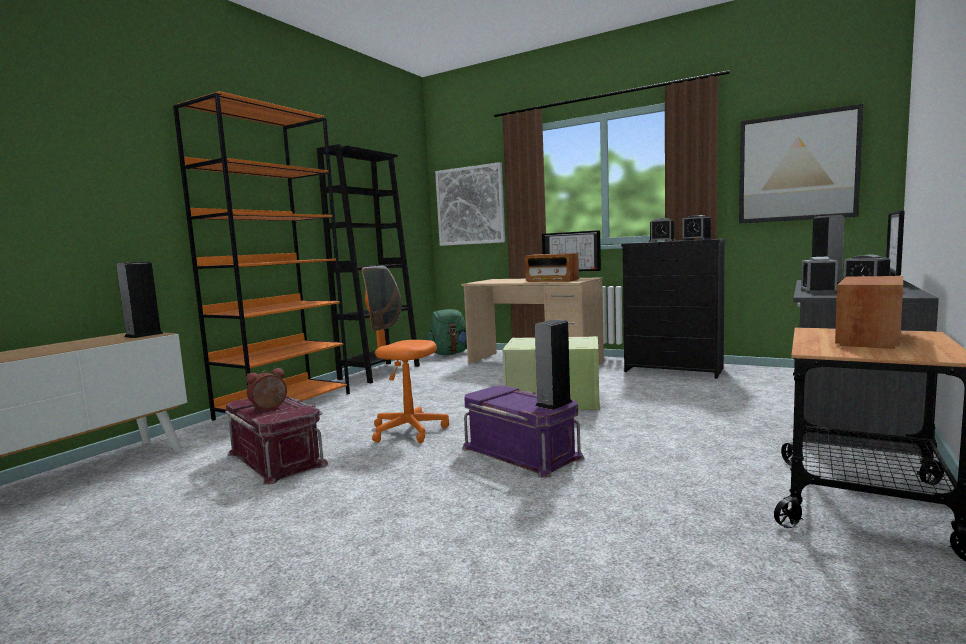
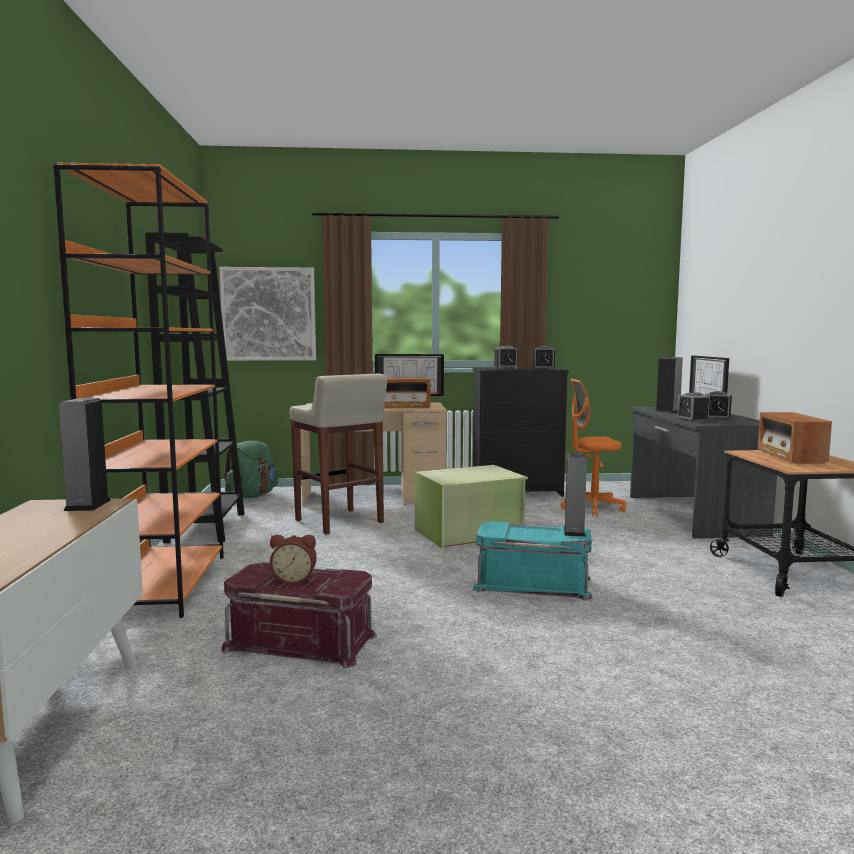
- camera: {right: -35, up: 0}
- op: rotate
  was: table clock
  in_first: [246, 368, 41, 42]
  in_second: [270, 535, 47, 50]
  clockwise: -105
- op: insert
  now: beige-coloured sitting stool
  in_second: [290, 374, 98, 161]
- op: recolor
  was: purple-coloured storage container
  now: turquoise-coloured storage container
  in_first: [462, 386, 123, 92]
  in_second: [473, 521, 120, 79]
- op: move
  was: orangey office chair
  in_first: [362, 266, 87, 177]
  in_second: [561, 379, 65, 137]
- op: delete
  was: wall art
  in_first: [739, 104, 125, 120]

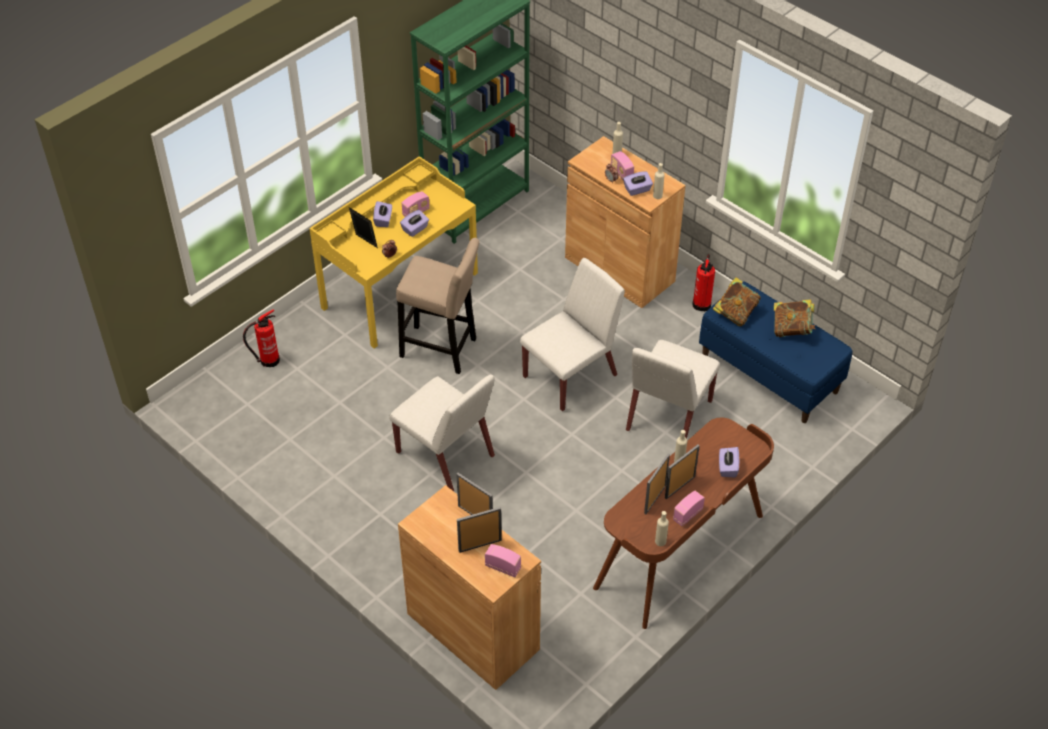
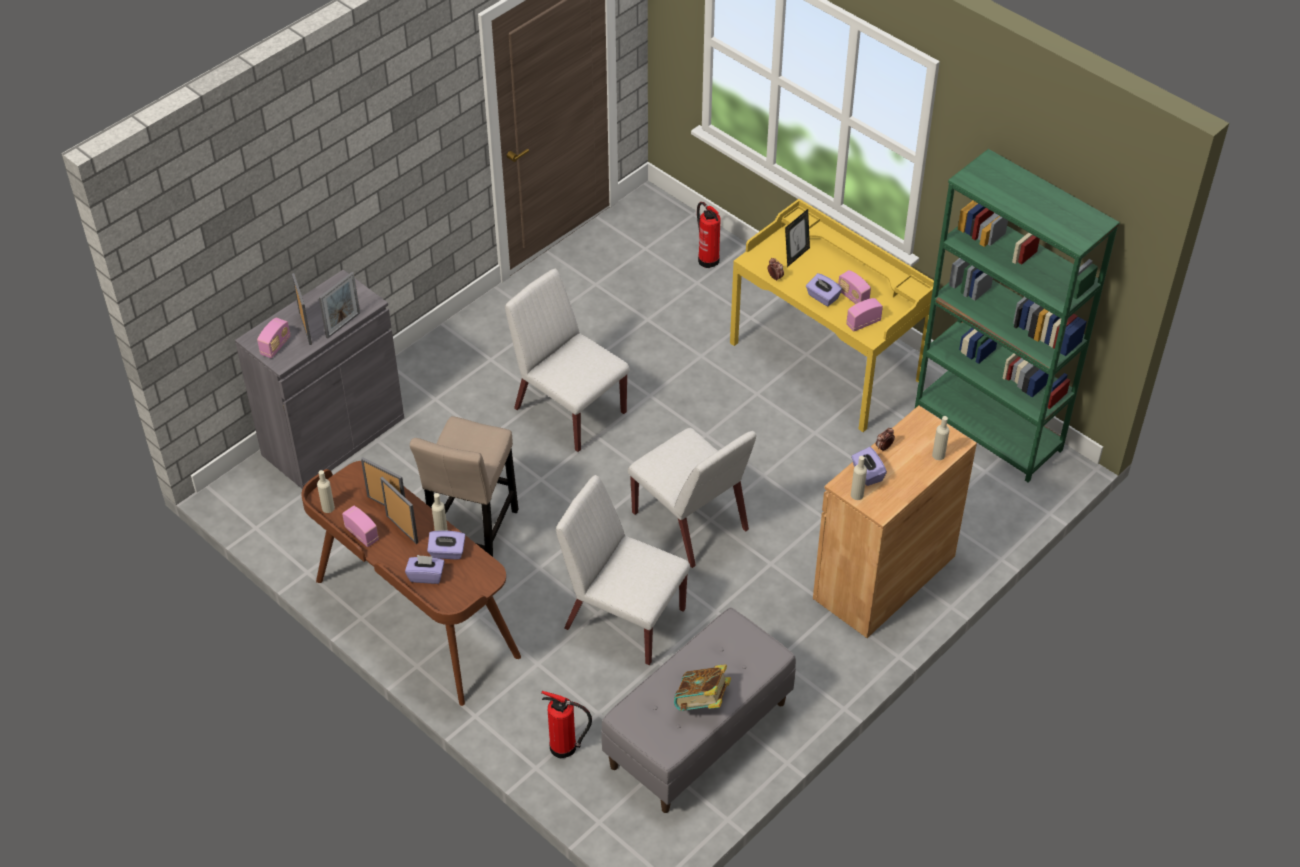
- camera: {right: 90, up: 0}
- op: recolor
  was: brown storage cabinet
  now: greyish storage cabinet
  in_first: [398, 485, 143, 205]
  in_second: [235, 270, 169, 219]
- op: move
  was: beige-coloured sitting stool
  in_first: [396, 238, 84, 136]
  in_second: [410, 416, 109, 141]
- op: move
  was: purple-coloured box of tissues
  in_first: [373, 201, 19, 26]
  in_second: [427, 531, 38, 28]
- op: rotate
  was: white-coloured plain chair
  in_first: [389, 374, 106, 117]
  in_second: [505, 268, 125, 184]
  clockwise: 90
- op: move
  was: fire extinguisher
  in_first: [693, 254, 22, 57]
  in_second: [542, 691, 50, 68]
- op: recolor
  was: blue bench
  now: greyish bench
  in_first: [699, 281, 153, 142]
  in_second: [601, 607, 195, 206]
- op: move
  was: radio receiver
  in_first: [611, 151, 23, 29]
  in_second: [846, 298, 37, 34]
- op: delete
  was: bound book
  in_first: [713, 277, 48, 49]

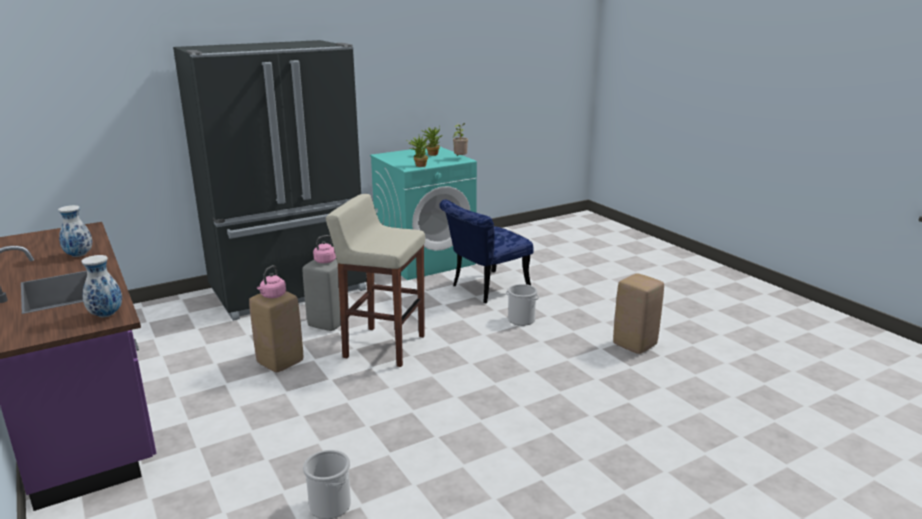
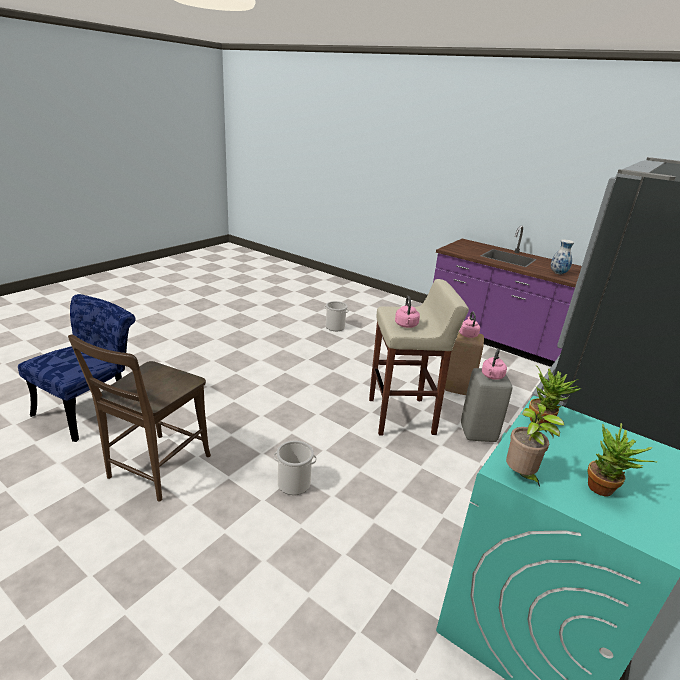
- camera: {right: 155, up: 5}
- op: move
  was: blue plain chair
  in_first: [439, 200, 94, 103]
  in_second: [18, 294, 118, 148]
- op: replace
  was: beige-coloured sitting stool
  now: brown plain chair
  in_first: [613, 273, 51, 81]
  in_second: [68, 334, 143, 168]
- op: insert
  now: pink water kettle
  in_second: [395, 296, 25, 32]
- op: delete
  was: flower vase
  in_first: [81, 255, 41, 62]

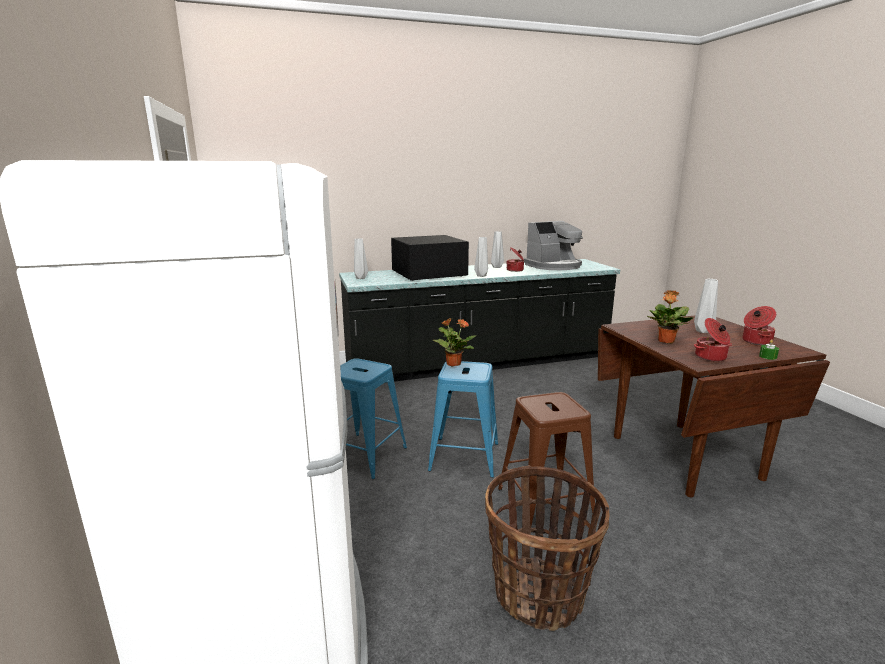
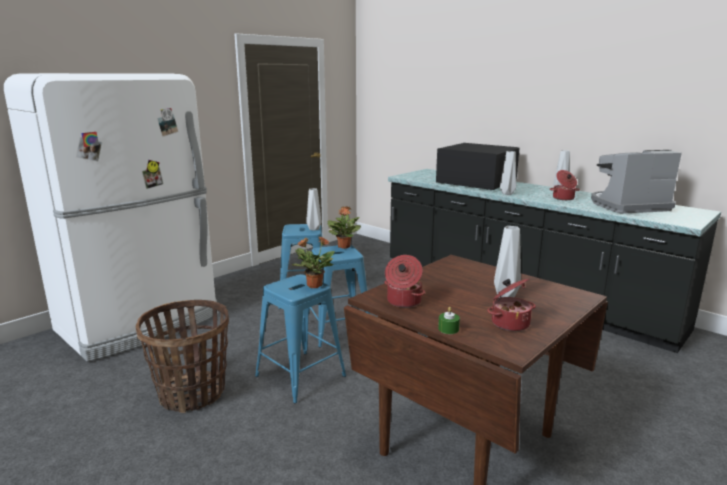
- camera: {right: 60, up: 0}
- op: recolor
  was: brown sitting stool
  now: blue sitting stool
  in_first: [498, 392, 97, 134]
  in_second: [255, 274, 91, 129]
- op: move
  was: plant in a pot
  in_first: [647, 290, 46, 53]
  in_second: [292, 236, 43, 52]
- op: move
  was: greyish flower vase
  in_first: [354, 238, 14, 41]
  in_second: [306, 188, 16, 43]
- op: rotate
  was: coffee machine
  in_first: [524, 221, 59, 49]
  in_second: [591, 150, 91, 64]
  clockwise: 135

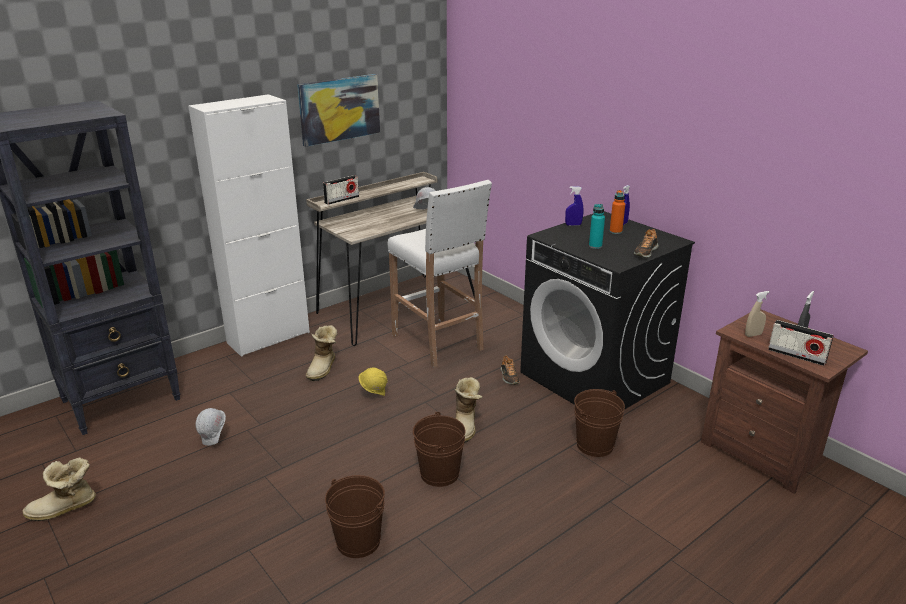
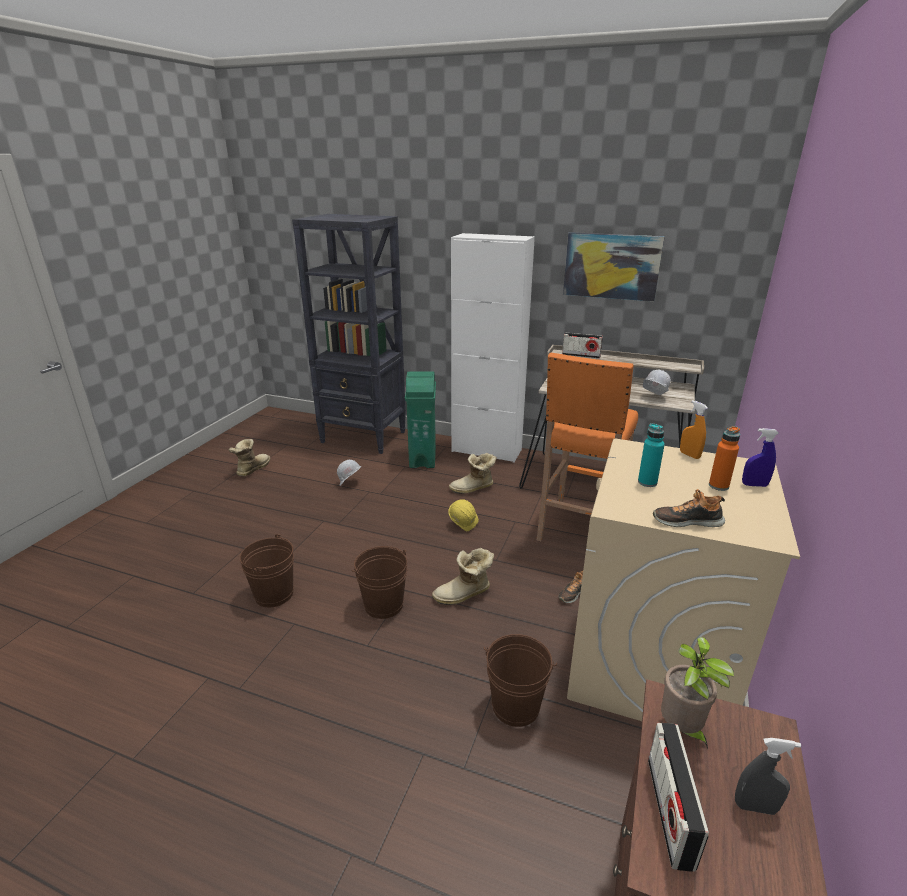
- camera: {right: 60, up: 0}
- op: rotate
  was: boot
  in_first: [23, 457, 73, 64]
  in_second: [229, 439, 41, 37]
  clockwise: 75
- op: insert
  now: greenish trash can
  in_second: [405, 372, 31, 96]
- op: recolor
  was: white-coloured sitting stool
  now: orangey sitting stool
  in_first: [388, 180, 104, 187]
  in_second: [537, 352, 101, 189]
- op: recolor
  was: black-coloured laundry appliance
  now: beige-coloured laundry appliance
  in_first: [520, 211, 175, 199]
  in_second: [567, 438, 233, 283]
- op: replace
  was: beige-coloured hand sprayer
  now: plant in a pot
  in_first: [745, 291, 25, 46]
  in_second: [661, 637, 73, 112]
- op: recolor
  was: blue hand sprayer
  now: orangey hand sprayer
  in_first: [565, 186, 18, 40]
  in_second: [680, 400, 28, 59]

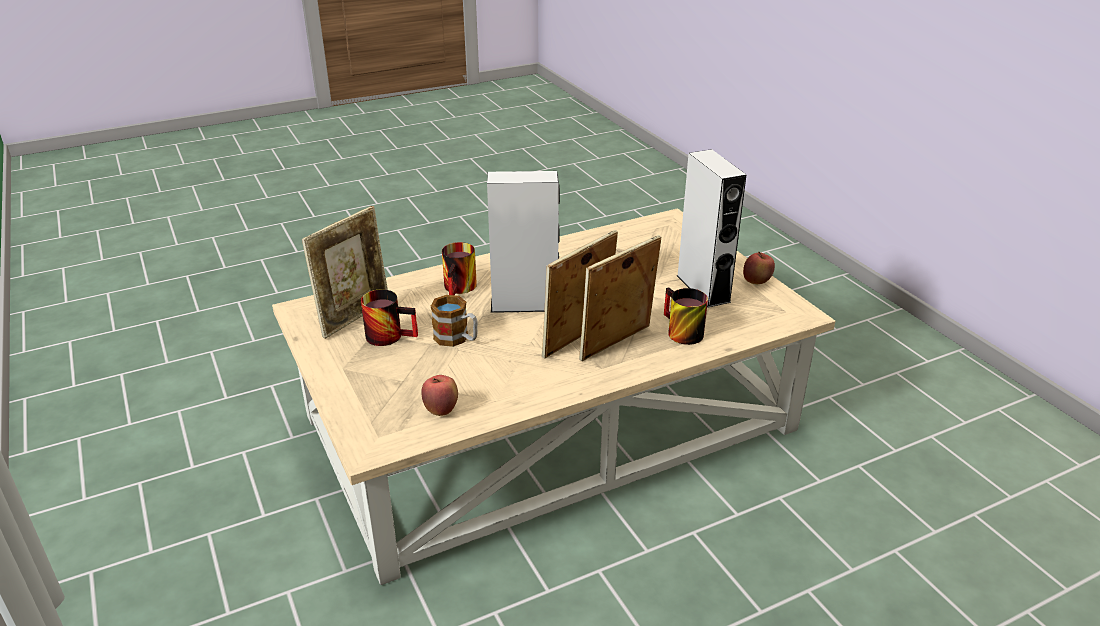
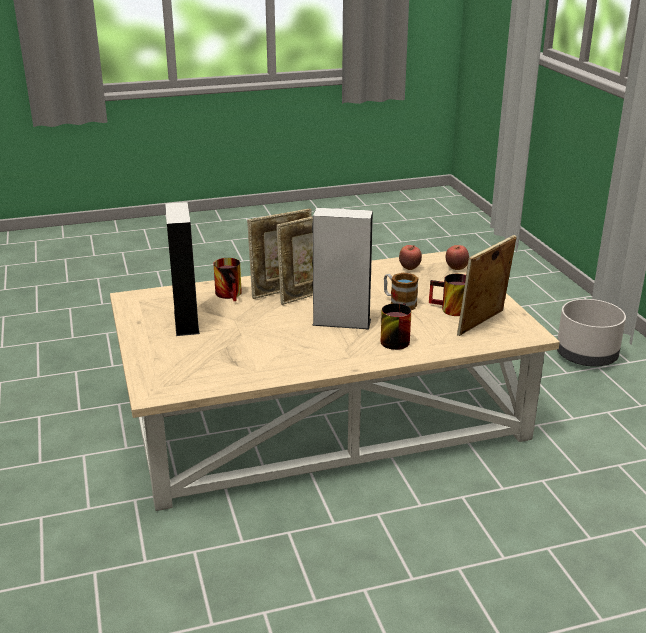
- camera: {right: -170, up: -5}
- op: move
  was: apple fruit
  in_first: [743, 252, 32, 32]
  in_second: [446, 245, 23, 25]
- op: insert
  now: greyish flower pot
  in_second: [557, 299, 69, 68]

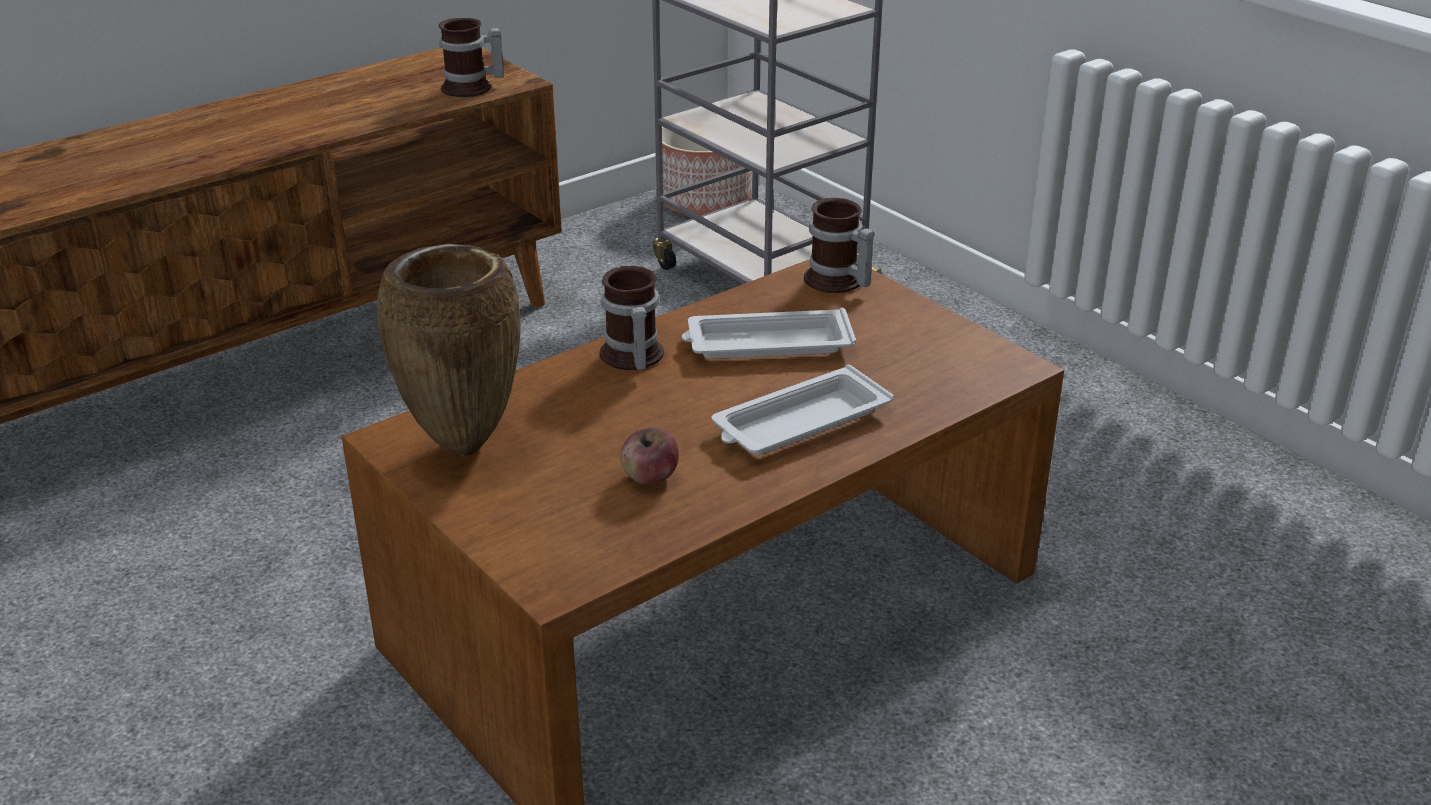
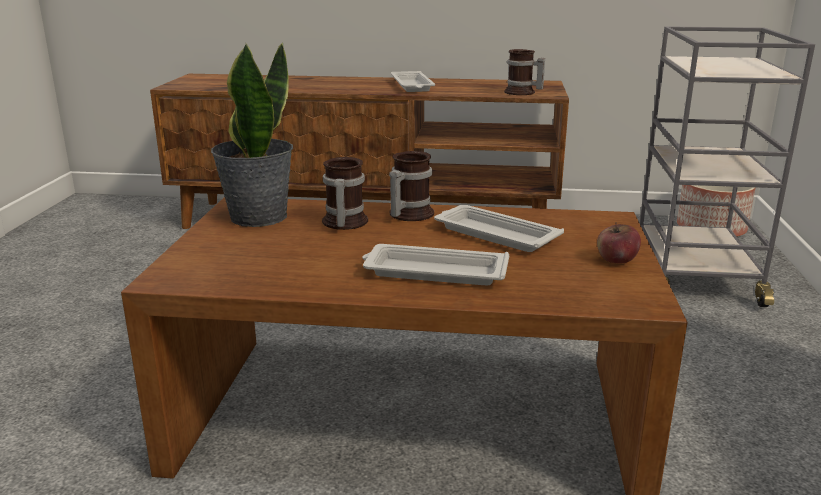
- camera: {right: 45, up: -10}
- op: replace
  was: brown flower vase
  now: plant in a pot
  in_first: [377, 244, 144, 213]
  in_second: [211, 42, 82, 185]
- op: move
  was: coffee mug
  in_first: [804, 198, 71, 95]
  in_second: [322, 157, 46, 73]
- op: insert
  now: white-coloured carrying tray
  in_second: [391, 71, 44, 21]
- op: move
  was: apple fruit
  in_first: [620, 427, 59, 57]
  in_second: [597, 223, 44, 40]

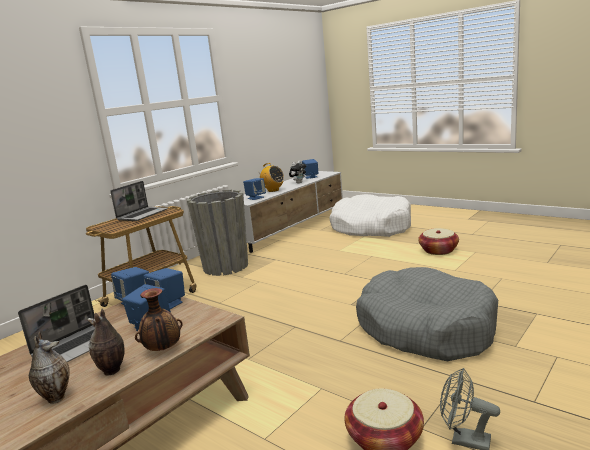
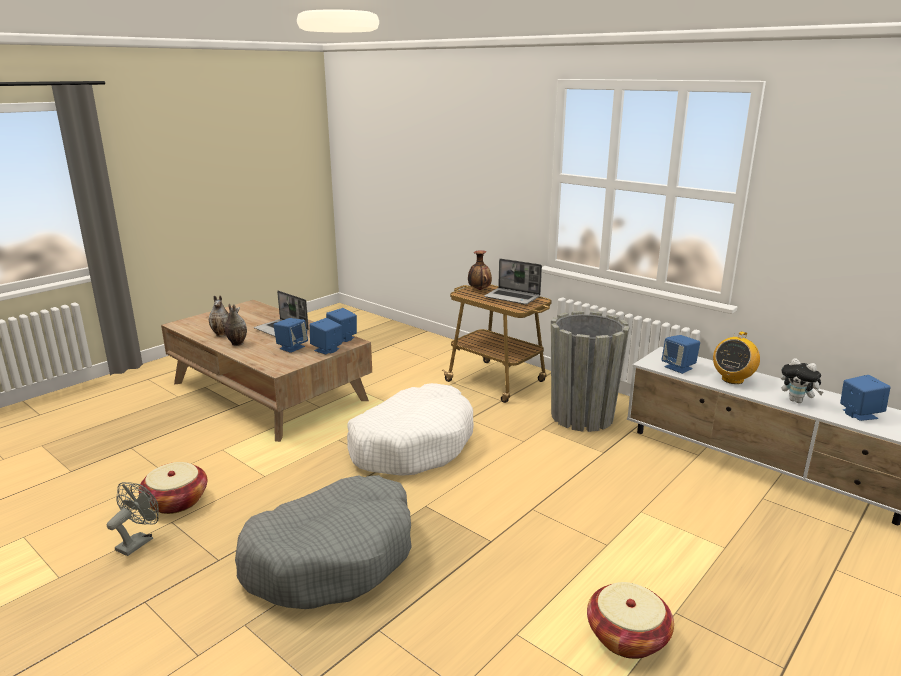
- camera: {right: 90, up: 5}
- op: move
  was: white-coloured dog cushion
  in_first: [329, 194, 82, 43]
  in_second: [347, 383, 127, 93]
- op: move
  was: flower vase
  in_first: [135, 288, 48, 63]
  in_second: [468, 250, 24, 40]

